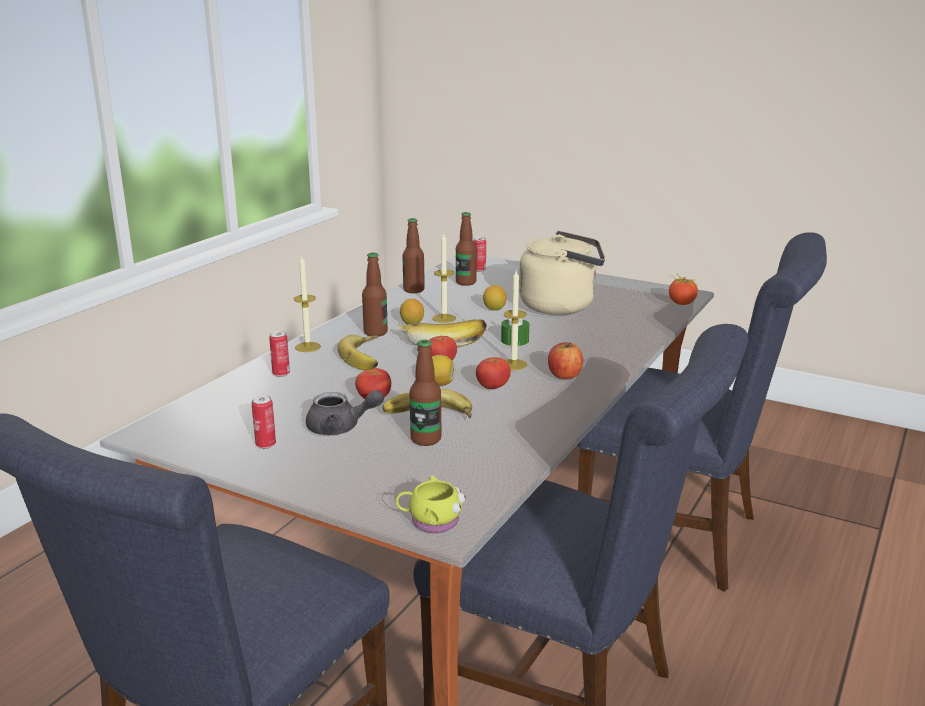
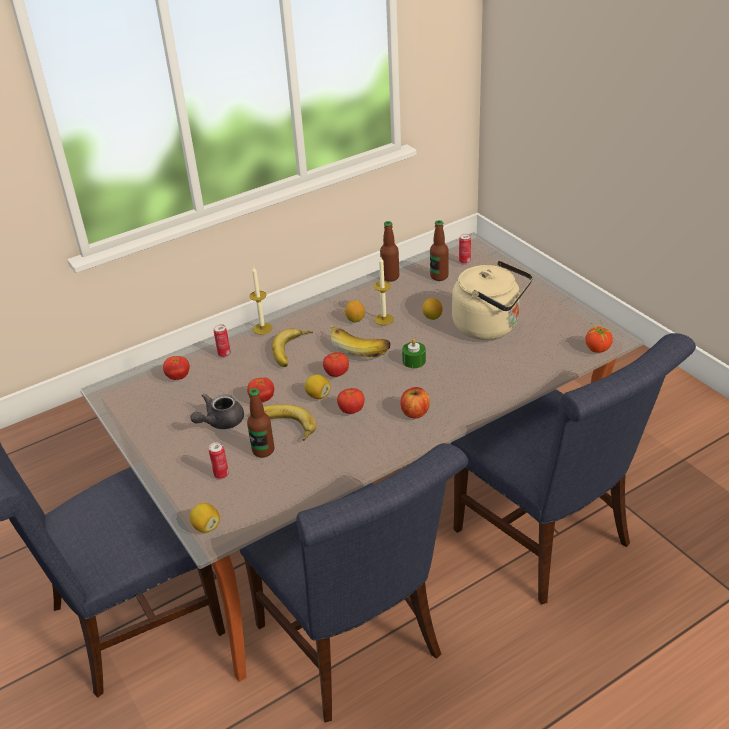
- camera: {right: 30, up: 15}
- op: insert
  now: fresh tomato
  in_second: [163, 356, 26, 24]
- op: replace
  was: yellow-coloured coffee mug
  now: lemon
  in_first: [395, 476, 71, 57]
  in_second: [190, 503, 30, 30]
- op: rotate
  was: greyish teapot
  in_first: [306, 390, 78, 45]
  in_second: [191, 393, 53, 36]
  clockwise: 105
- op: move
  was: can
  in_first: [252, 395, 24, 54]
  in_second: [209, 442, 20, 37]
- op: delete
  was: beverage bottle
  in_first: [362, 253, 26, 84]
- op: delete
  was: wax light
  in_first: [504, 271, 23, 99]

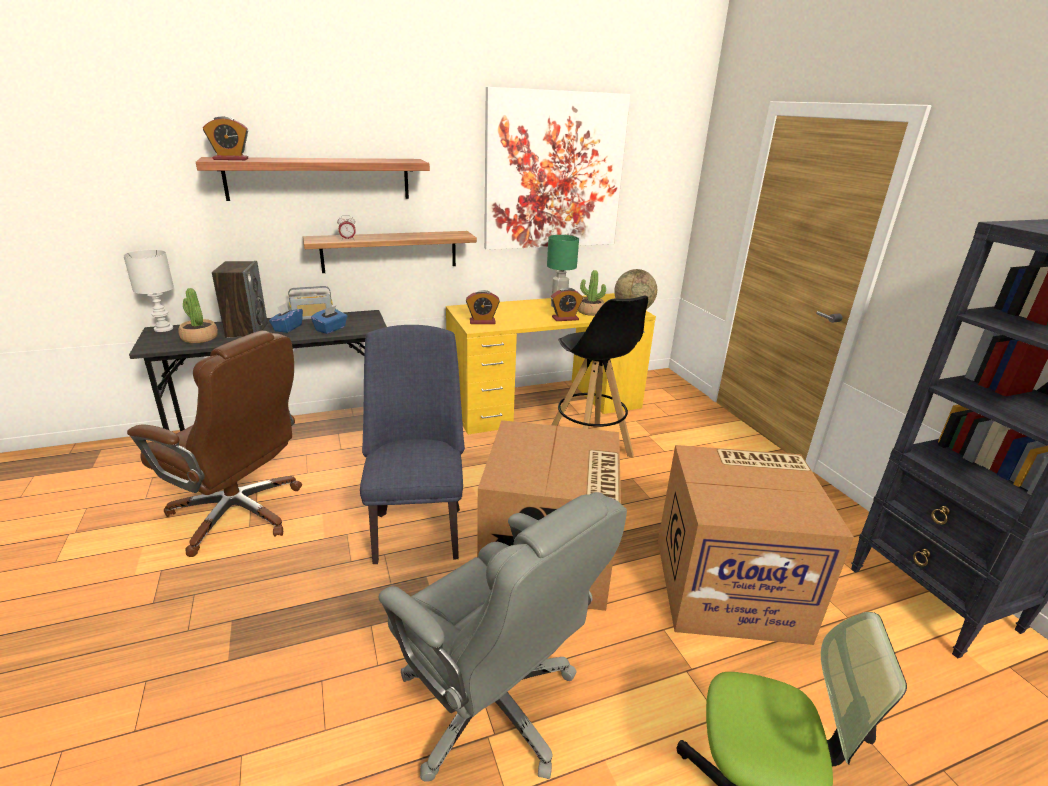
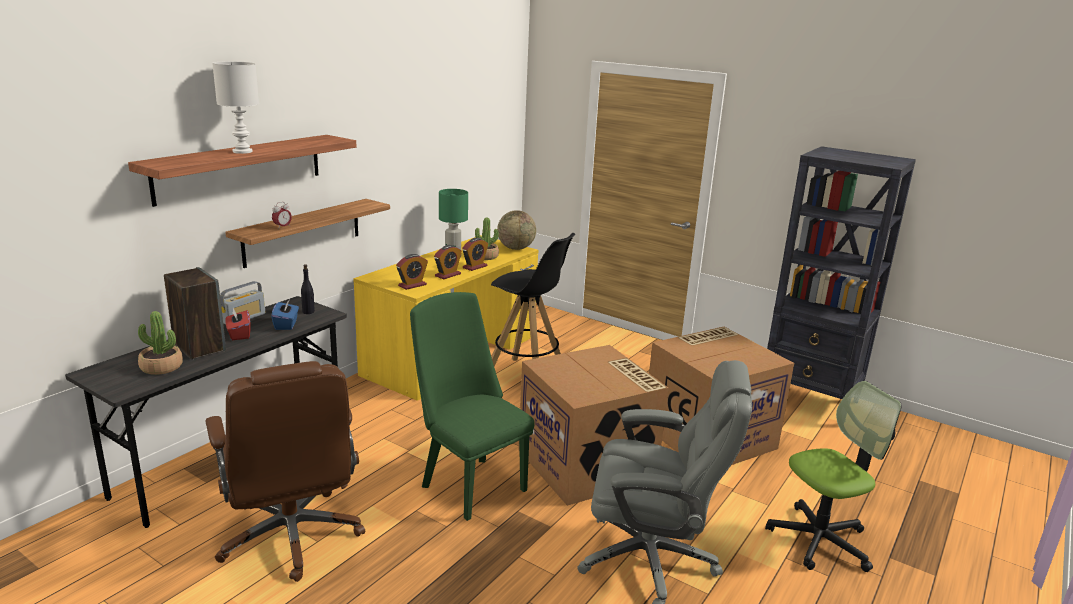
- camera: {right: -35, up: -5}
- op: rotate
  was: brown office chair
  in_first: [127, 331, 175, 226]
  in_second: [205, 361, 160, 221]
  clockwise: 75
- op: move
  was: white-coloured lamp for a table
  in_first: [123, 250, 51, 82]
  in_second: [212, 61, 47, 93]
- op: recolor
  was: blue box of tissues
  now: red-coloured box of tissues
  in_first: [269, 303, 34, 30]
  in_second: [225, 308, 26, 32]
- op: insert
  now: black-coloured beverage bottle
  in_second: [301, 264, 14, 50]
- op: recolor
  was: blue plain chair
  now: greenish plain chair
  in_first: [360, 325, 105, 239]
  in_second: [410, 292, 124, 229]
- op: move
  was: table clock
  in_first: [203, 116, 45, 44]
  in_second: [434, 245, 28, 34]
- op: delete
  was: wall art
  in_first: [484, 87, 146, 163]

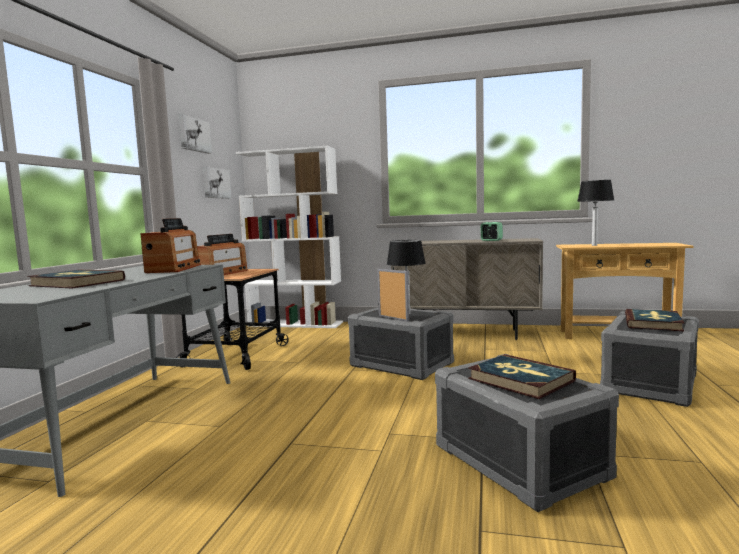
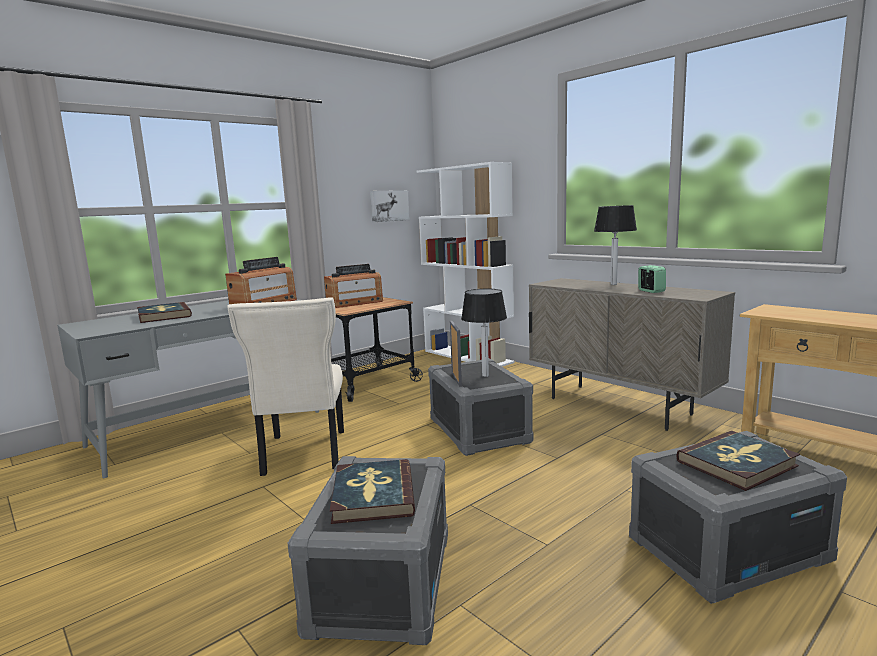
- camera: {right: 35, up: 5}
- op: insert
  now: beige-coloured plain chair
  in_second: [227, 297, 117, 179]
- op: move
  was: lamp for a table
  in_first: [577, 180, 37, 66]
  in_second: [594, 205, 43, 80]
- op: delete
  was: wall art
  in_first: [179, 114, 33, 40]

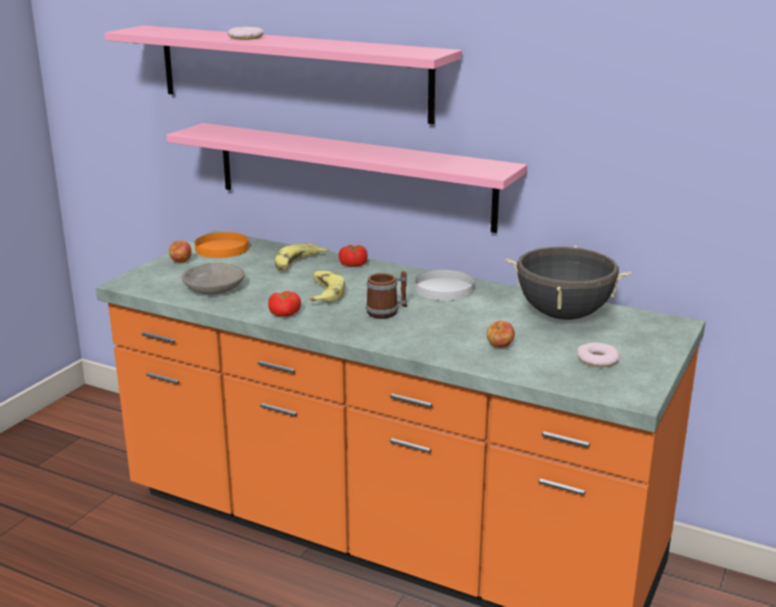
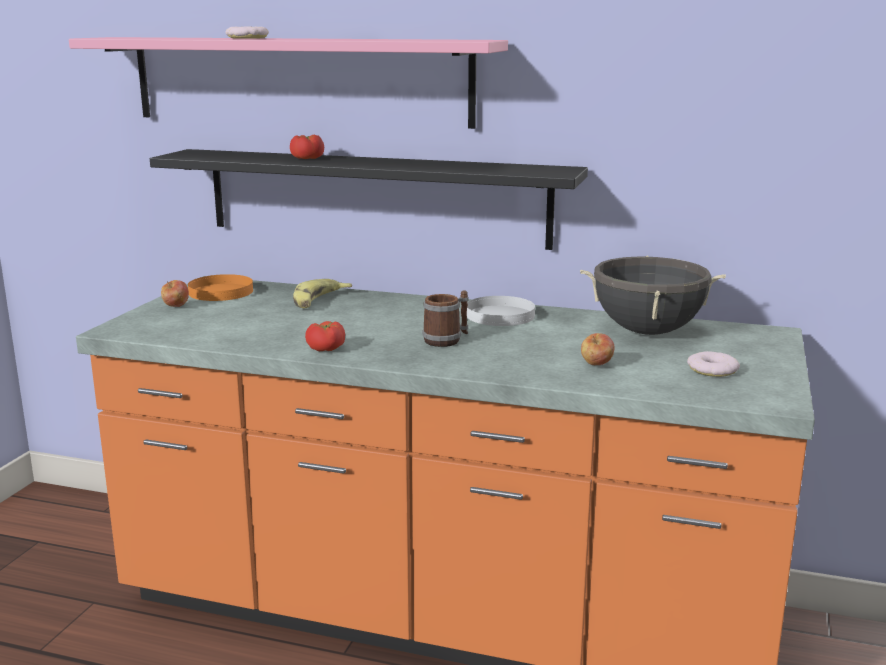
- camera: {right: -10, up: -5}
- op: recolor
  was: pink wall shelf
  now: black-coloured wall shelf
  in_first: [166, 123, 361, 110]
  in_second: [150, 149, 438, 101]
- op: move
  was: fresh tomato
  in_first: [339, 245, 29, 22]
  in_second: [290, 135, 34, 24]
- op: delete
  was: greyish serving bowl
  in_first: [182, 263, 63, 31]
- op: delete
  was: banana
  in_first: [309, 271, 36, 31]

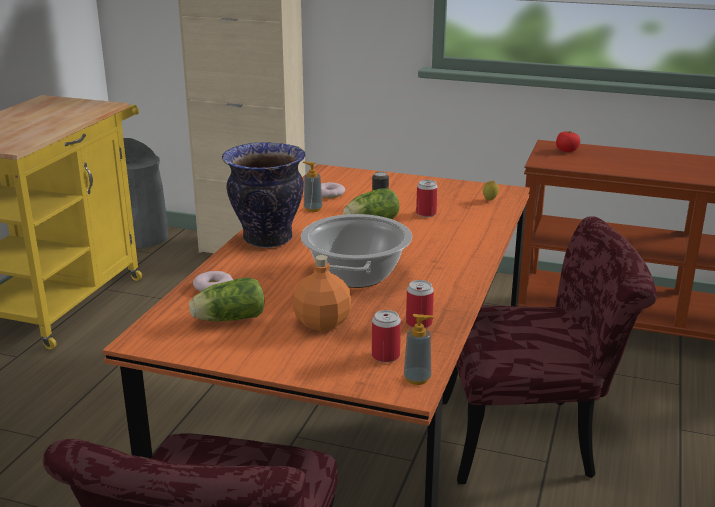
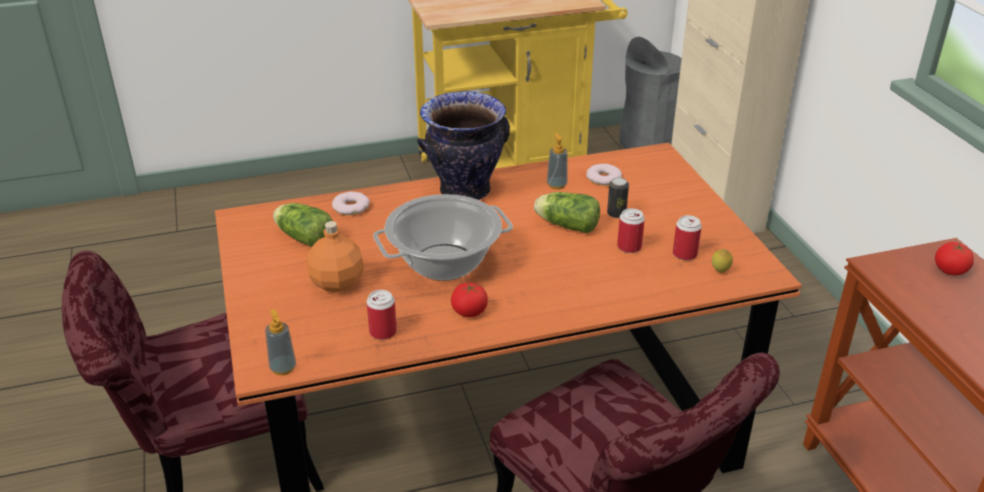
- camera: {right: 55, up: 10}
- op: insert
  now: fresh tomato
  in_second: [451, 283, 37, 34]
- op: move
  was: can
  in_first: [372, 310, 29, 53]
  in_second: [673, 215, 29, 46]

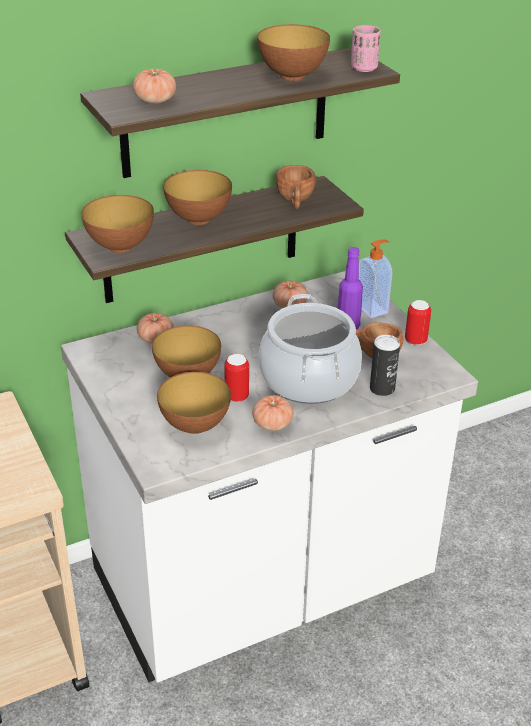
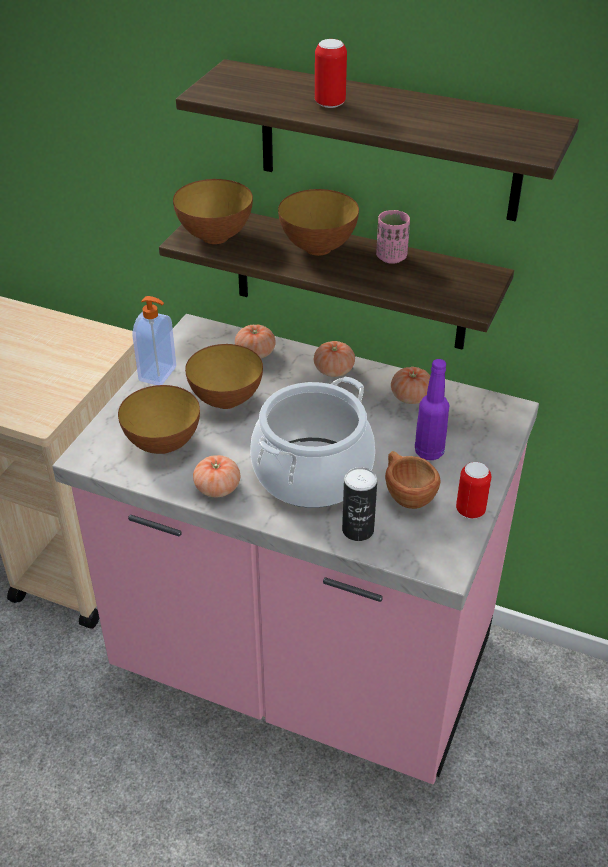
- camera: {right: 50, up: 5}
- op: recolor
  was: white-coloured kitchen base unit
  now: pink kitchen base unit
  in_first: [61, 271, 417, 412]
  in_second: [52, 314, 487, 470]
- op: move
  was: soap bottle
  in_first: [359, 239, 33, 79]
  in_second: [133, 296, 43, 89]
- op: move
  was: fresh tomato
  in_first: [133, 69, 43, 35]
  in_second: [314, 341, 41, 36]
- op: move
  was: can
  in_first: [224, 354, 25, 48]
  in_second: [315, 39, 32, 69]
- op: move
  was: pink small cup
  in_first: [351, 25, 30, 47]
  in_second: [376, 210, 34, 54]
- op: delete
  was: serving bowl
  in_first: [257, 24, 73, 57]
- op: delete
  was: brown small cup
  in_first: [276, 165, 40, 44]

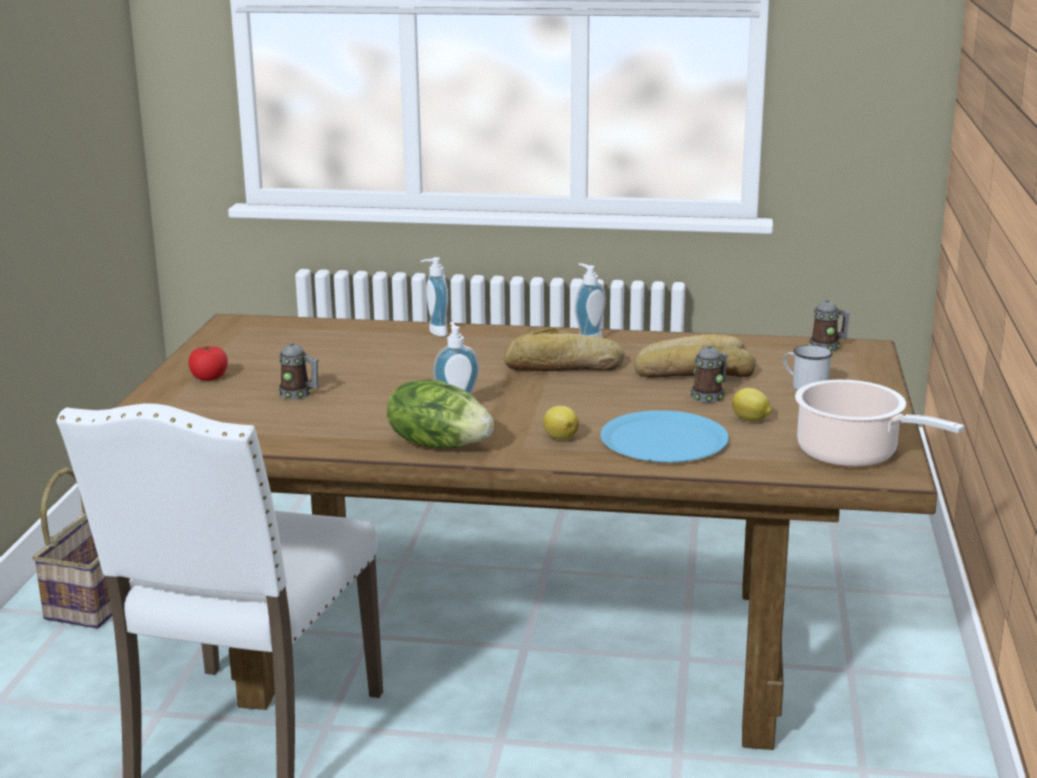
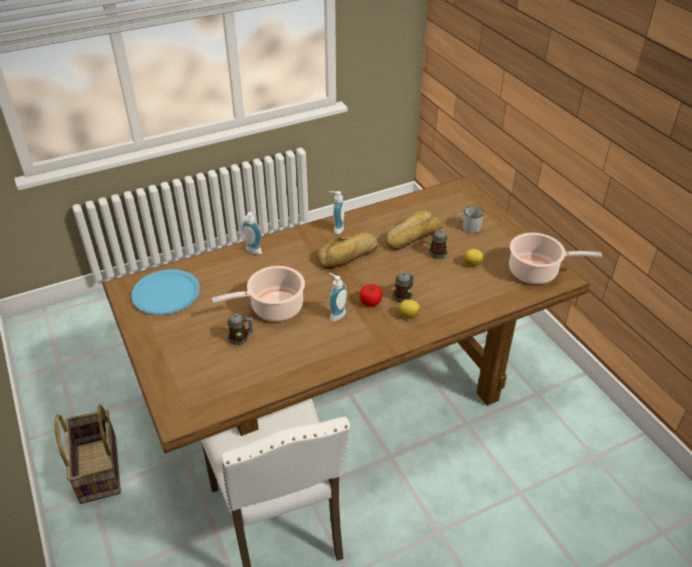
- camera: {right: -35, up: 20}
- op: move
  was: blue dinner plate
  in_first: [600, 410, 129, 53]
  in_second: [131, 269, 69, 46]
- op: insert
  now: stockpot
  in_second: [212, 266, 93, 55]
- op: move
  was: fresh tomato
  in_first: [188, 345, 40, 36]
  in_second: [360, 284, 22, 23]
- op: move
  was: coffee mug
  in_first: [809, 299, 42, 53]
  in_second: [392, 272, 23, 31]
- op: delete
  was: lettuce head
  in_first: [387, 379, 107, 70]

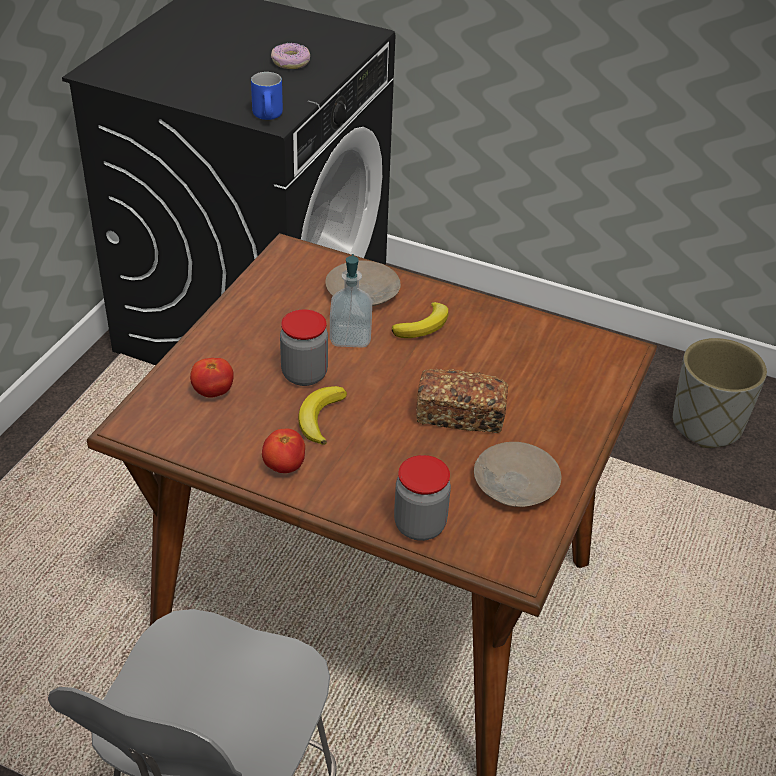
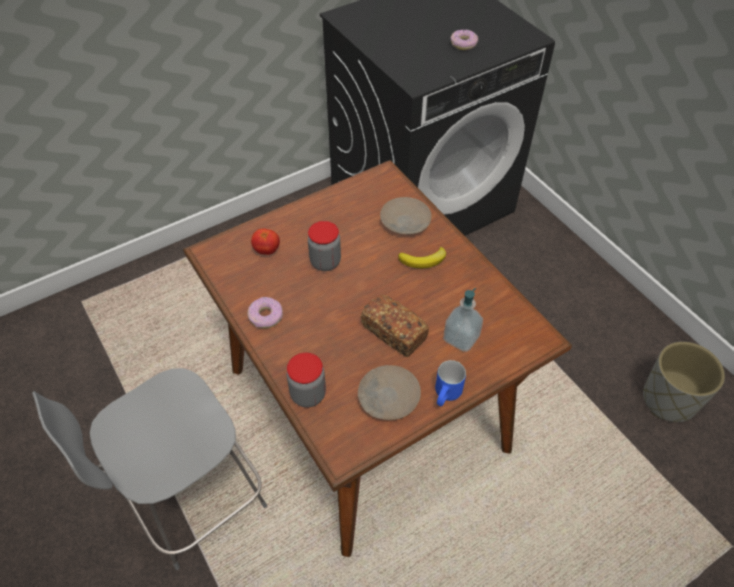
- camera: {right: 35, up: 10}
- op: replace
  was: fresh tomato
  now: doughnut
  in_first: [262, 429, 43, 44]
  in_second: [247, 297, 36, 31]
- op: move
  was: blue coffee mug
  in_first: [251, 72, 32, 48]
  in_second: [435, 360, 31, 46]
- op: move
  was: soap bottle
  in_first: [330, 254, 42, 94]
  in_second: [443, 288, 40, 64]
- op: delete
  was: banana
  in_first: [298, 386, 49, 59]

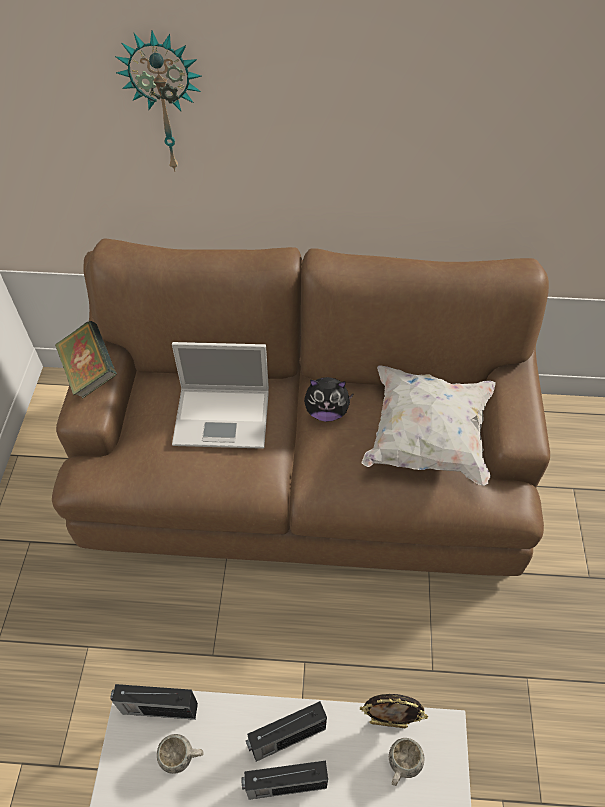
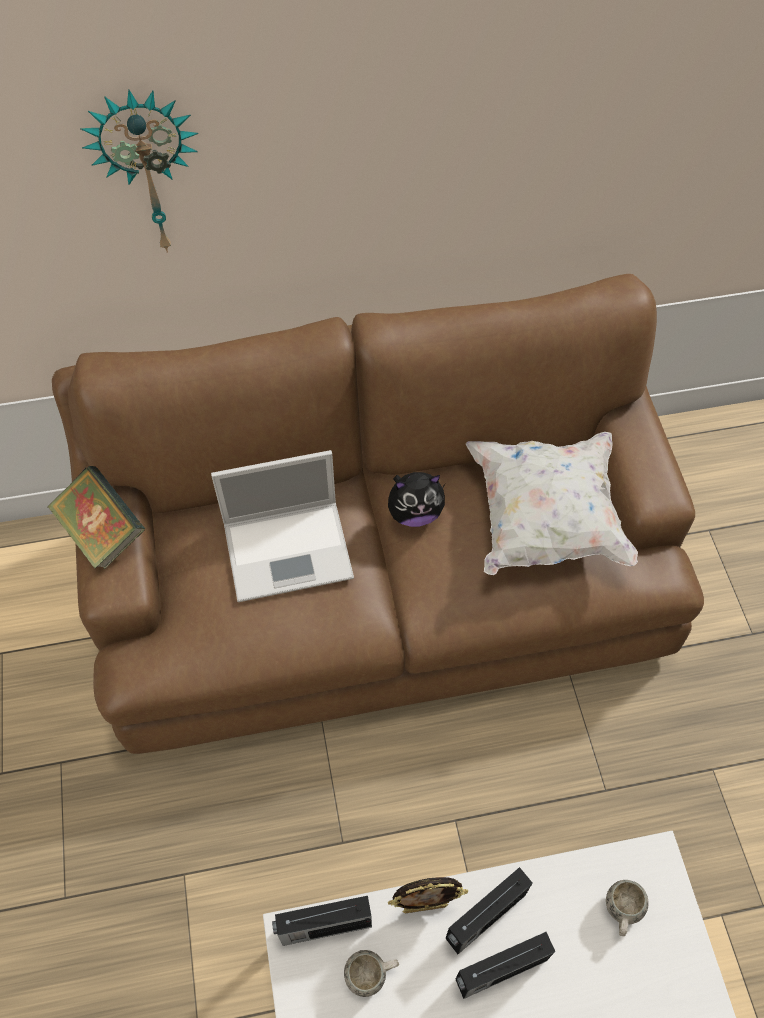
- camera: {right: -15, up: 5}
- op: move
  was: picture frame
  in_first: [360, 694, 68, 34]
  in_second: [388, 877, 80, 36]

